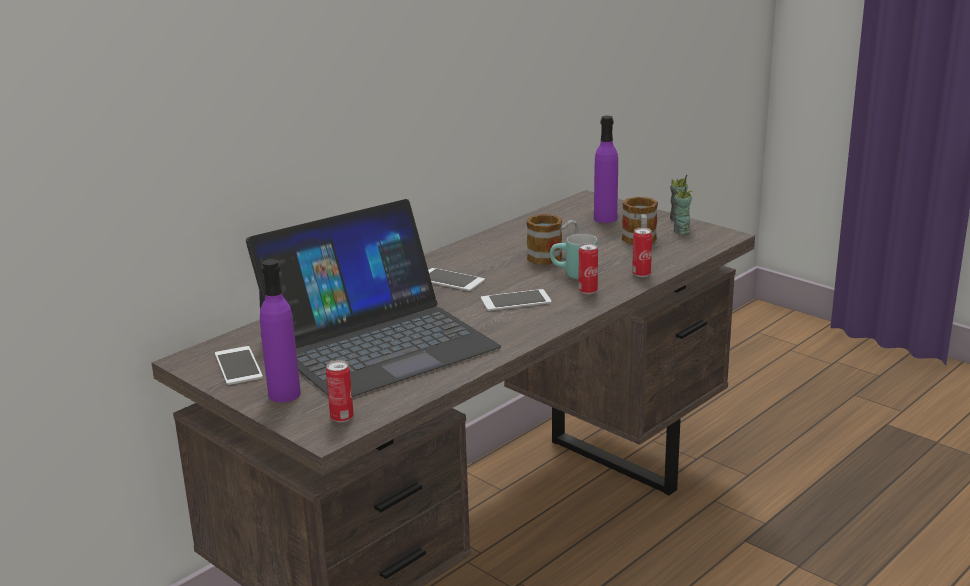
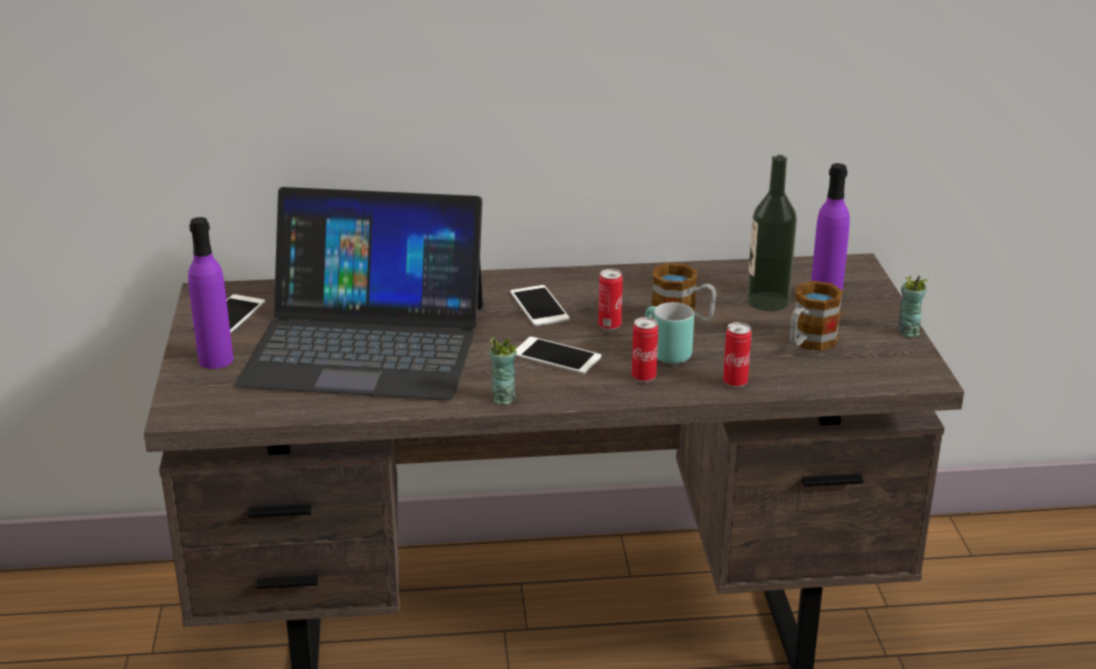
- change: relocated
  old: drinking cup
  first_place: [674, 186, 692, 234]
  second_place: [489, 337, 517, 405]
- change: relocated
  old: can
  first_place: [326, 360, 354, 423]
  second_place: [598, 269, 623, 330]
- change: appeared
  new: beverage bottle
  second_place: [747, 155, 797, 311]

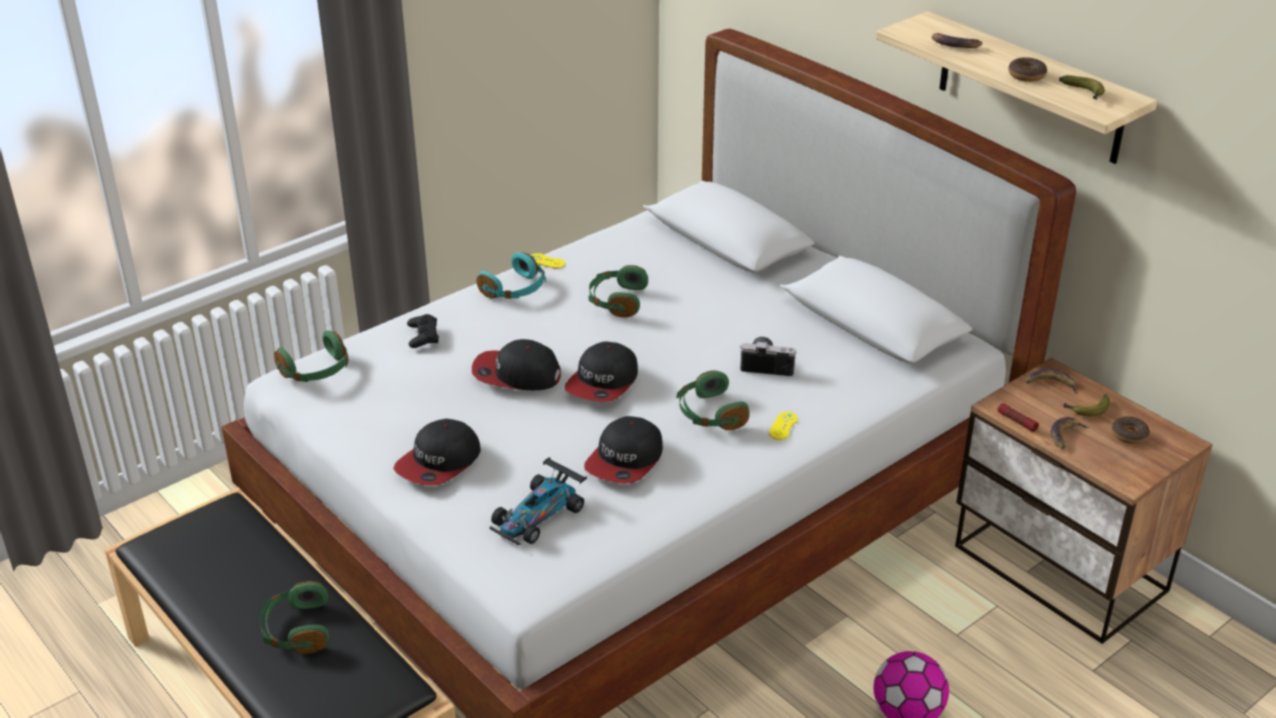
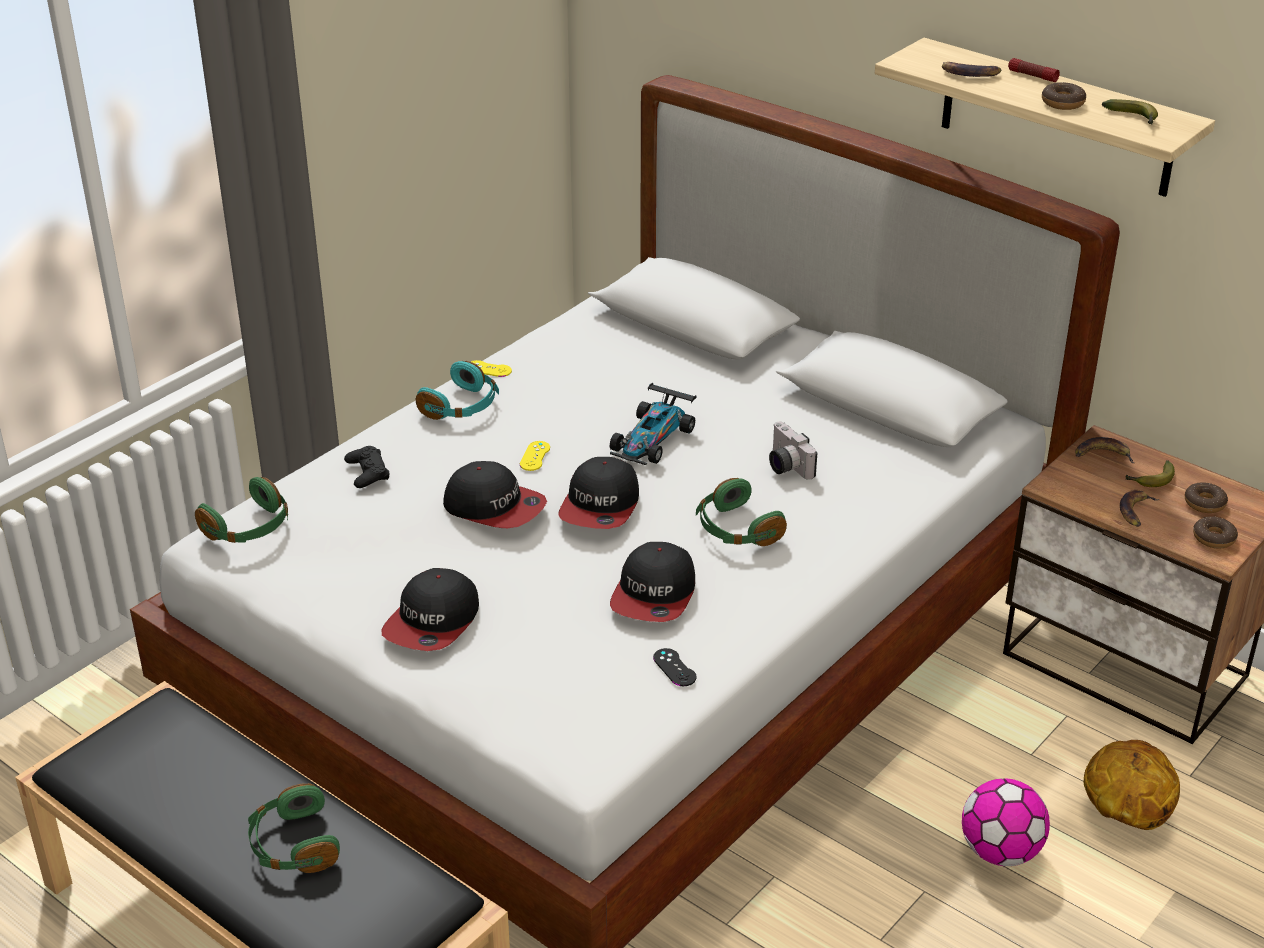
- change: missing
  old: greenish pair of headphones
  first_place: [588, 265, 648, 318]
- change: spun
  old: still camera
  first_place: [740, 337, 797, 376]
  second_place: [769, 422, 817, 480]
  degrees: -120
- change: spun
  old: baseball cap
  first_place: [472, 339, 561, 390]
  second_place: [443, 461, 547, 528]
  degrees: -150
- change: relocated
  old: torch
  first_place: [998, 403, 1039, 432]
  second_place: [1008, 58, 1060, 82]
- change: relocated
  old: yellowish gamepad
  first_place: [769, 412, 798, 440]
  second_place: [520, 441, 550, 471]
- change: relocated
  old: model car
  first_place: [489, 457, 587, 545]
  second_place: [610, 383, 697, 465]
- change: appeared
  new: ring doughnut
  second_place: [1193, 516, 1238, 548]
- change: appeared
  new: black gamepad
  second_place: [653, 648, 697, 686]
- change: appeared
  new: ball for basketball
  second_place: [1084, 740, 1180, 830]

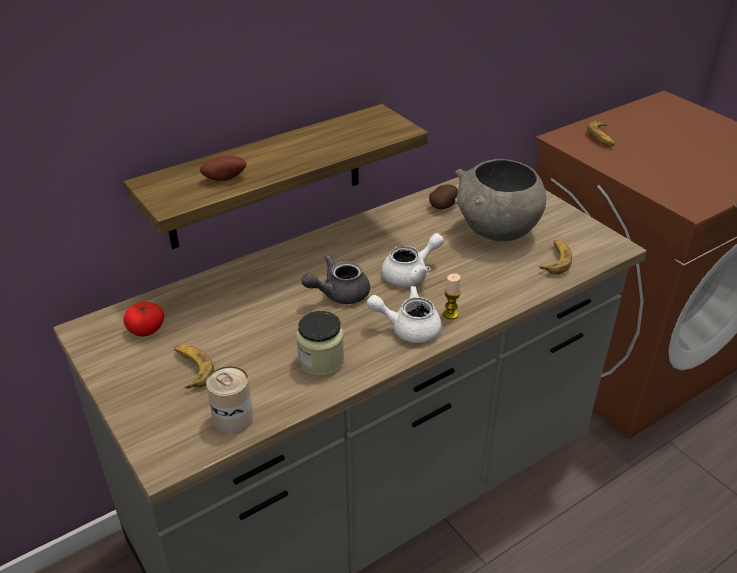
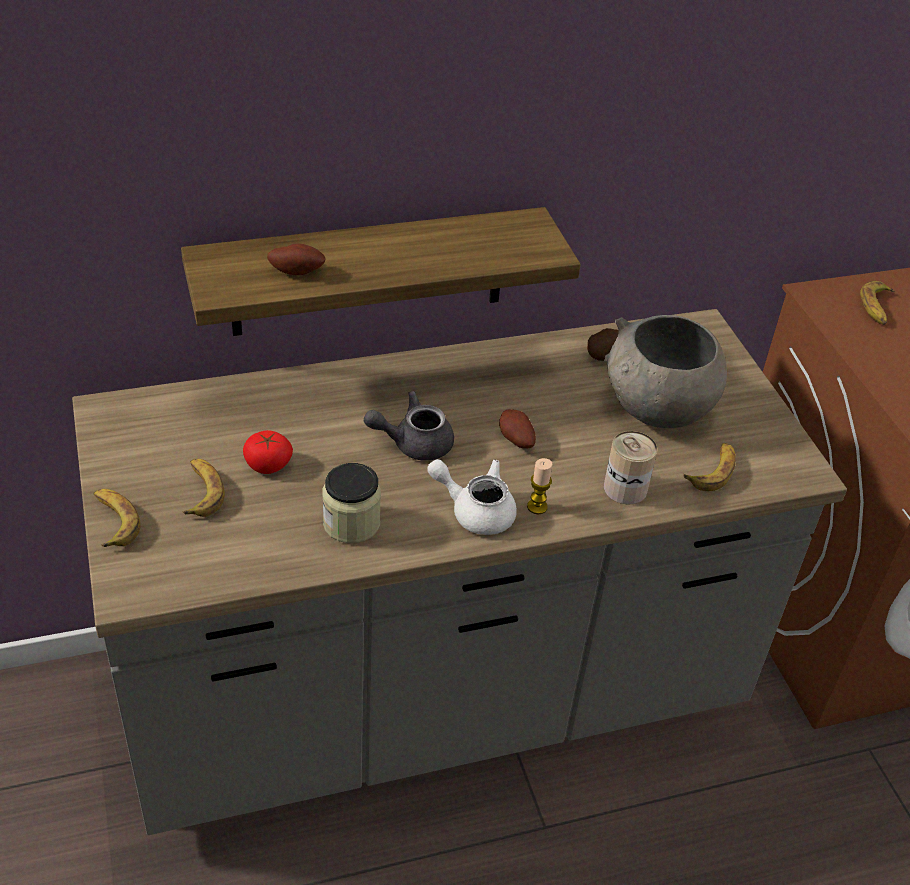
- change: exchanged
  old: white pot for tea
  new: potato
  first_place: [382, 233, 444, 287]
  second_place: [499, 409, 536, 449]
- change: relocated
  old: fresh tomato
  first_place: [123, 302, 164, 337]
  second_place: [243, 430, 293, 474]
- change: relocated
  old: can
  first_place: [206, 366, 253, 434]
  second_place: [604, 431, 657, 504]
- change: appeared
  new: whole banana
  second_place: [93, 489, 141, 547]

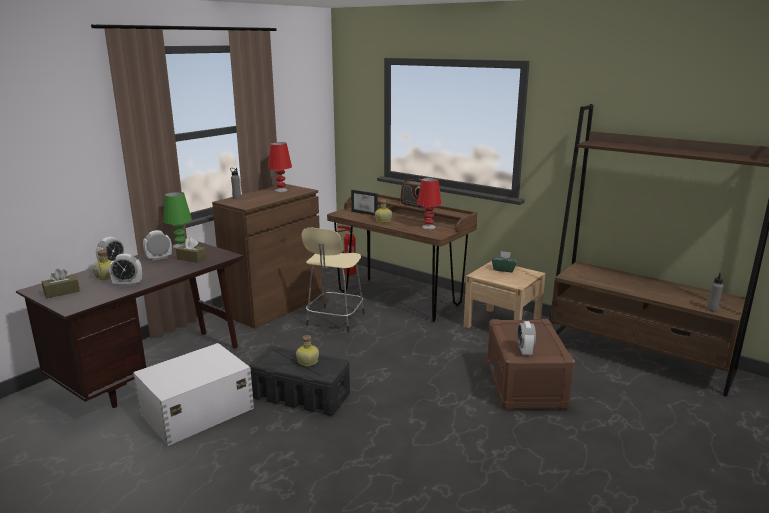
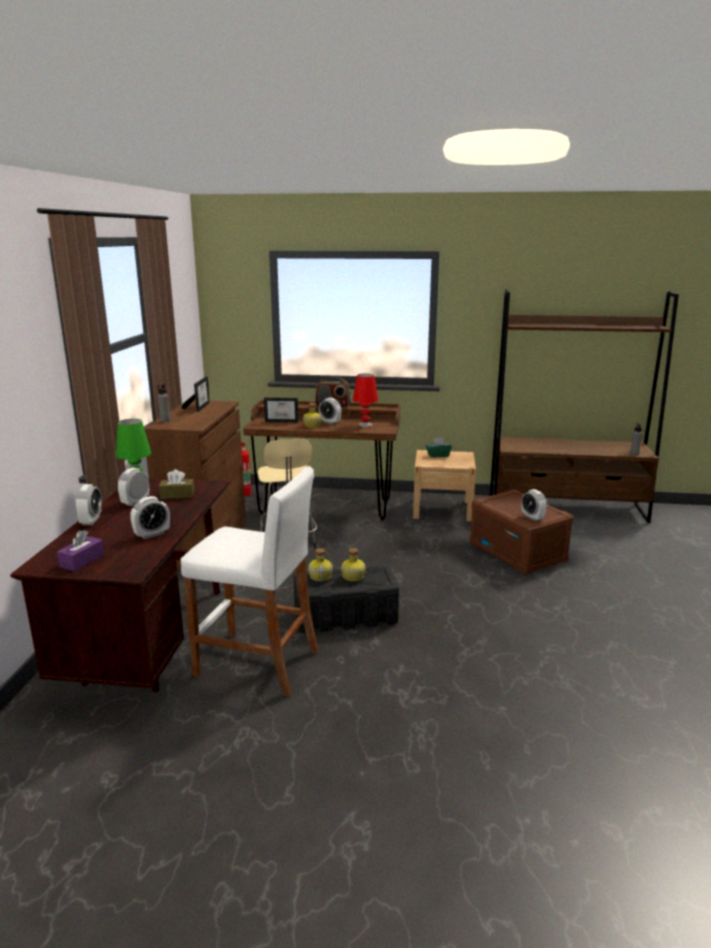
- change: exchanged
  old: red tabletop lamp
  new: standing frame
  first_place: [268, 142, 292, 192]
  second_place: [181, 376, 210, 412]
- change: relocated
  old: beverage bottle
  first_place: [92, 250, 112, 280]
  second_place: [308, 548, 333, 581]
- change: colour
  old: brownish tissue box
  new: purple tissue box
  first_place: [42, 269, 80, 298]
  second_place: [57, 530, 105, 571]
- change: exchanged
  old: white storage bin
  new: white stool
  first_place: [133, 343, 254, 446]
  second_place: [181, 467, 319, 697]
- change: appeared
  new: alarm clock
  second_place: [319, 398, 341, 424]

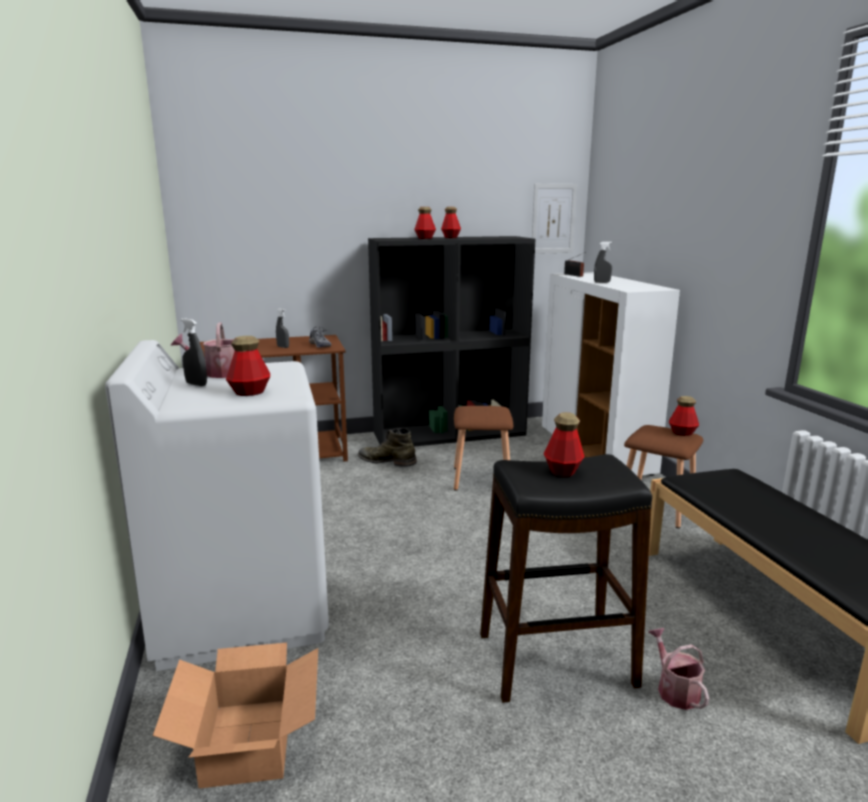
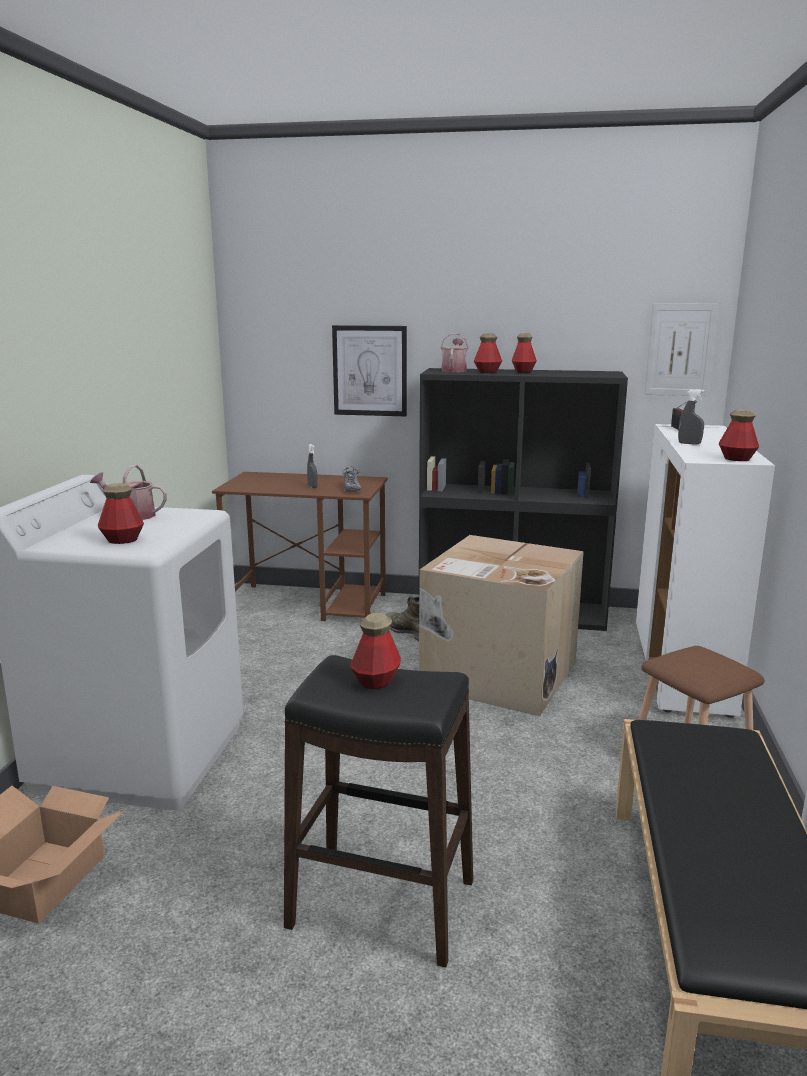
- change: missing
  old: greyish sprayer
  first_place: [181, 318, 207, 386]
- change: relocated
  old: beverage bottle
  first_place: [669, 396, 699, 436]
  second_place: [718, 410, 759, 461]
- change: exchanged
  old: brownish stool
  new: packing box
  first_place: [454, 406, 513, 491]
  second_place: [419, 535, 584, 716]
- change: relocated
  old: watering can
  first_place: [648, 628, 709, 710]
  second_place: [441, 333, 468, 372]
- change: appeared
  new: wall picture
  second_place: [332, 325, 407, 416]

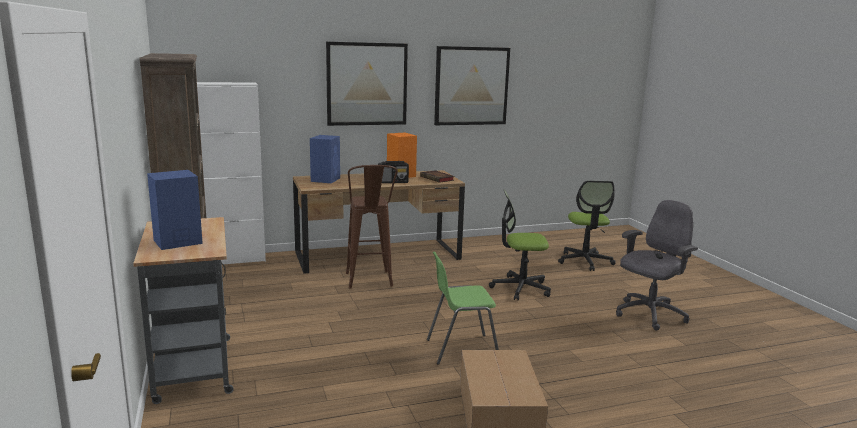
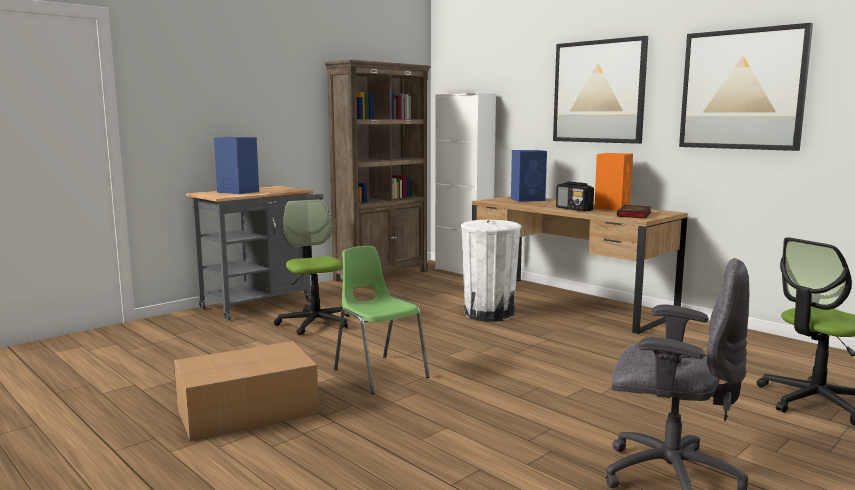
- change: exchanged
  old: brownish stool
  new: white trash can
  first_place: [346, 165, 398, 289]
  second_place: [460, 220, 521, 322]
- change: relocated
  old: computer chair
  first_place: [489, 189, 551, 300]
  second_place: [274, 200, 350, 335]

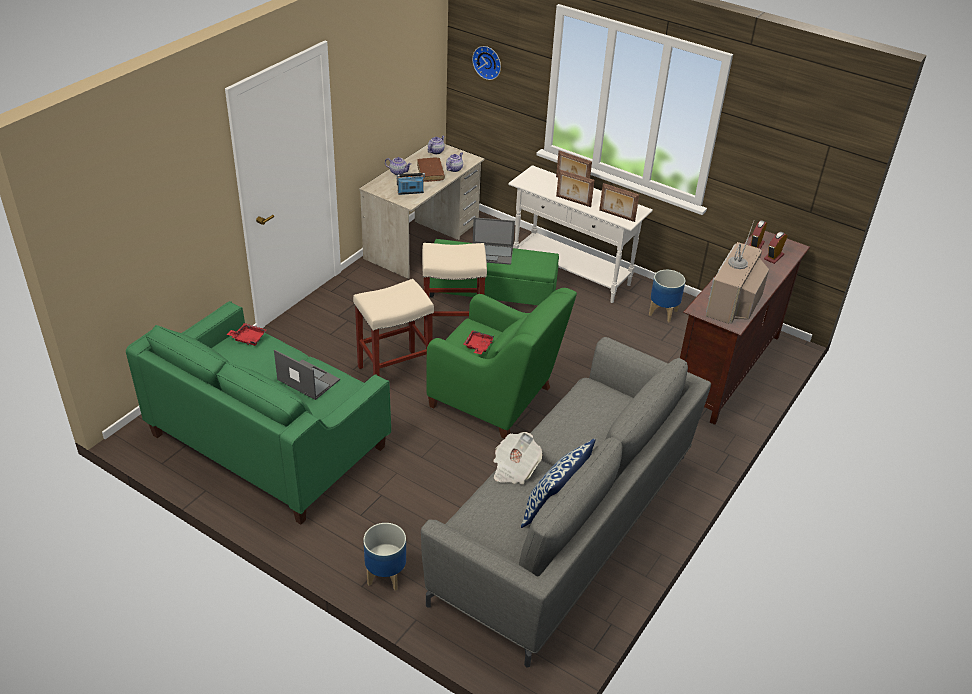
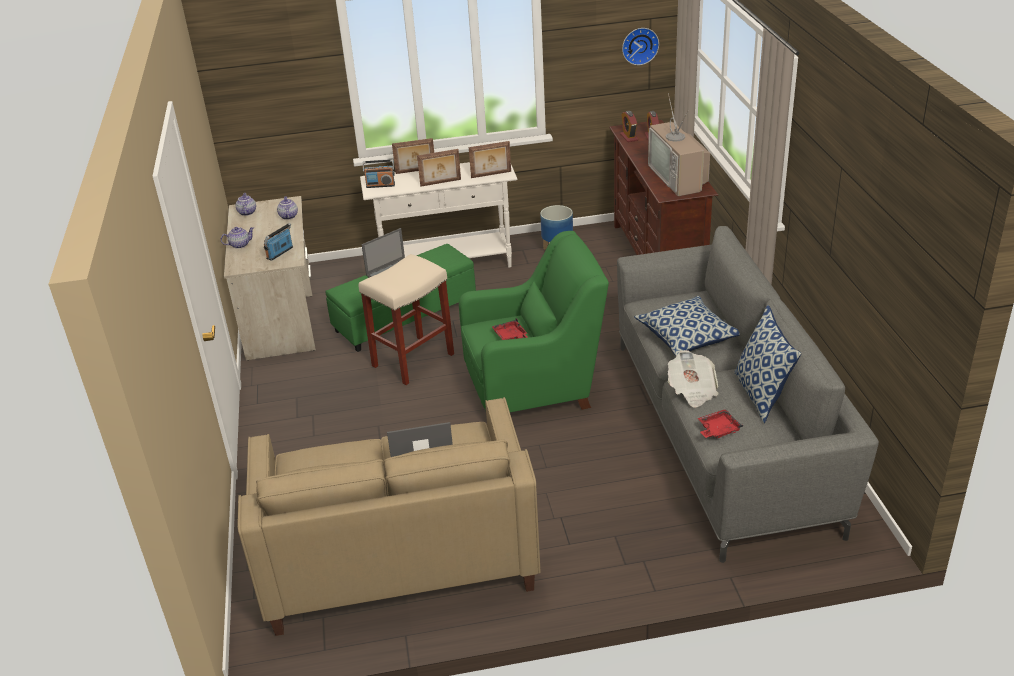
- change: relocated
  old: hanging clock
  first_place: [472, 46, 501, 80]
  second_place: [622, 28, 659, 65]
- change: missing
  old: brownish book
  first_place: [417, 158, 445, 182]
- change: missing
  old: beige-coloured stool
  first_place: [353, 279, 434, 377]
- change: colour
  old: greenish couch
  new: beige-coloured couch
  first_place: [126, 301, 391, 525]
  second_place: [237, 397, 541, 636]
- change: relocated
  old: red serving tray
  first_place: [227, 323, 267, 346]
  second_place: [697, 409, 743, 438]
- change: missing
  old: planter
  first_place: [363, 523, 406, 591]
- change: appeared
  new: radio set
  second_place: [363, 160, 395, 188]
- change: appeared
  new: pillow
  second_place: [634, 296, 740, 356]

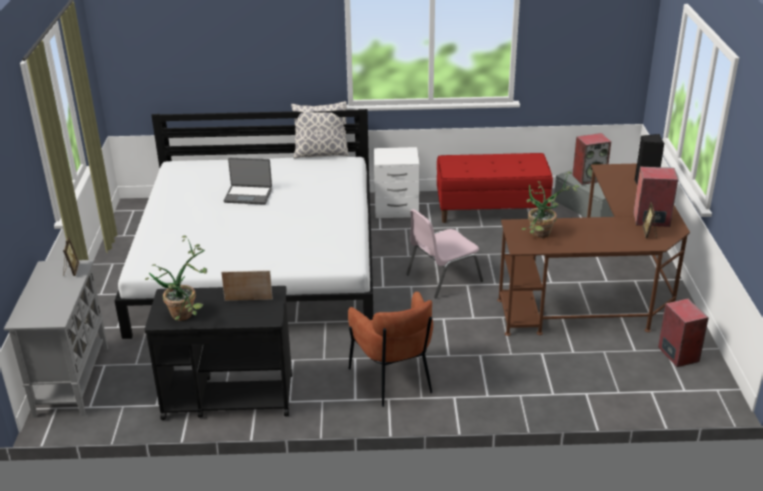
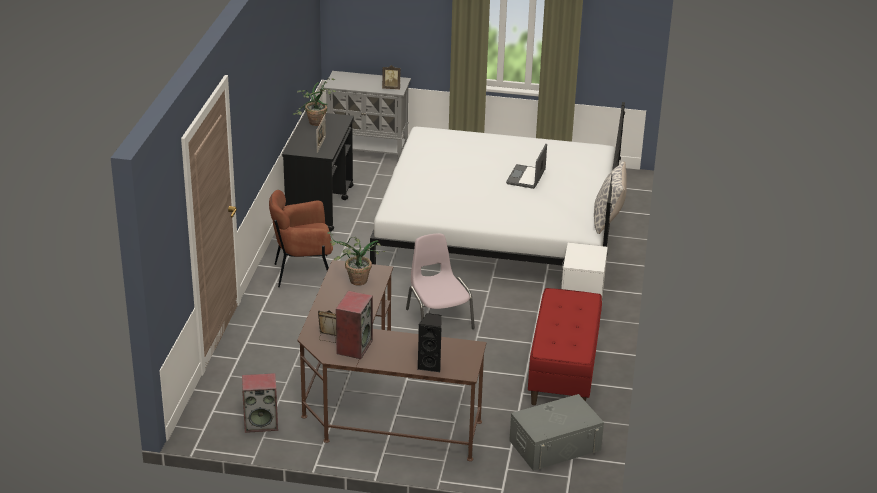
- change: missing
  old: audio speaker
  first_place: [572, 133, 611, 185]

